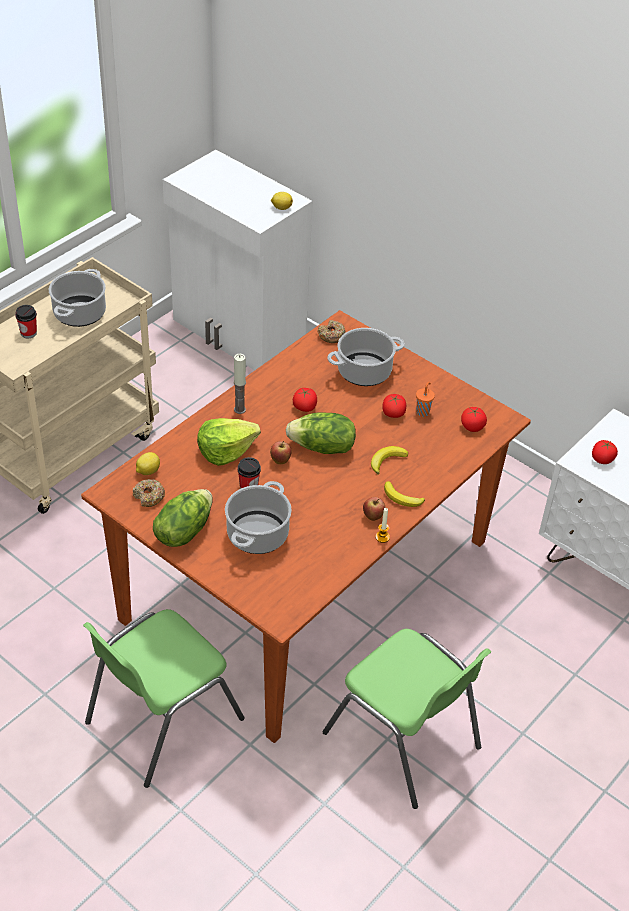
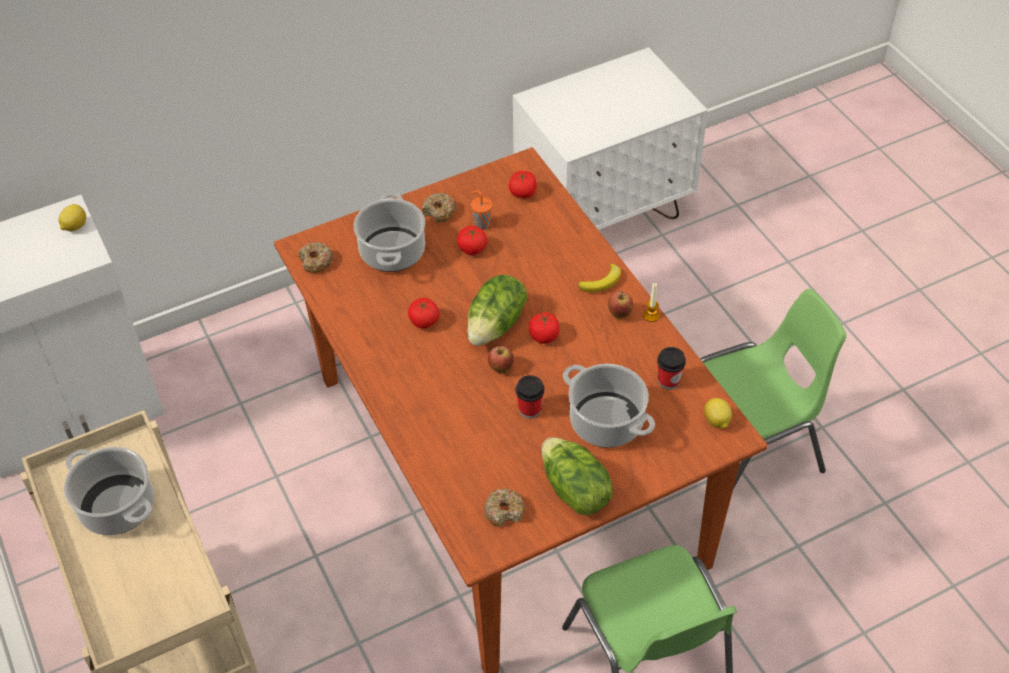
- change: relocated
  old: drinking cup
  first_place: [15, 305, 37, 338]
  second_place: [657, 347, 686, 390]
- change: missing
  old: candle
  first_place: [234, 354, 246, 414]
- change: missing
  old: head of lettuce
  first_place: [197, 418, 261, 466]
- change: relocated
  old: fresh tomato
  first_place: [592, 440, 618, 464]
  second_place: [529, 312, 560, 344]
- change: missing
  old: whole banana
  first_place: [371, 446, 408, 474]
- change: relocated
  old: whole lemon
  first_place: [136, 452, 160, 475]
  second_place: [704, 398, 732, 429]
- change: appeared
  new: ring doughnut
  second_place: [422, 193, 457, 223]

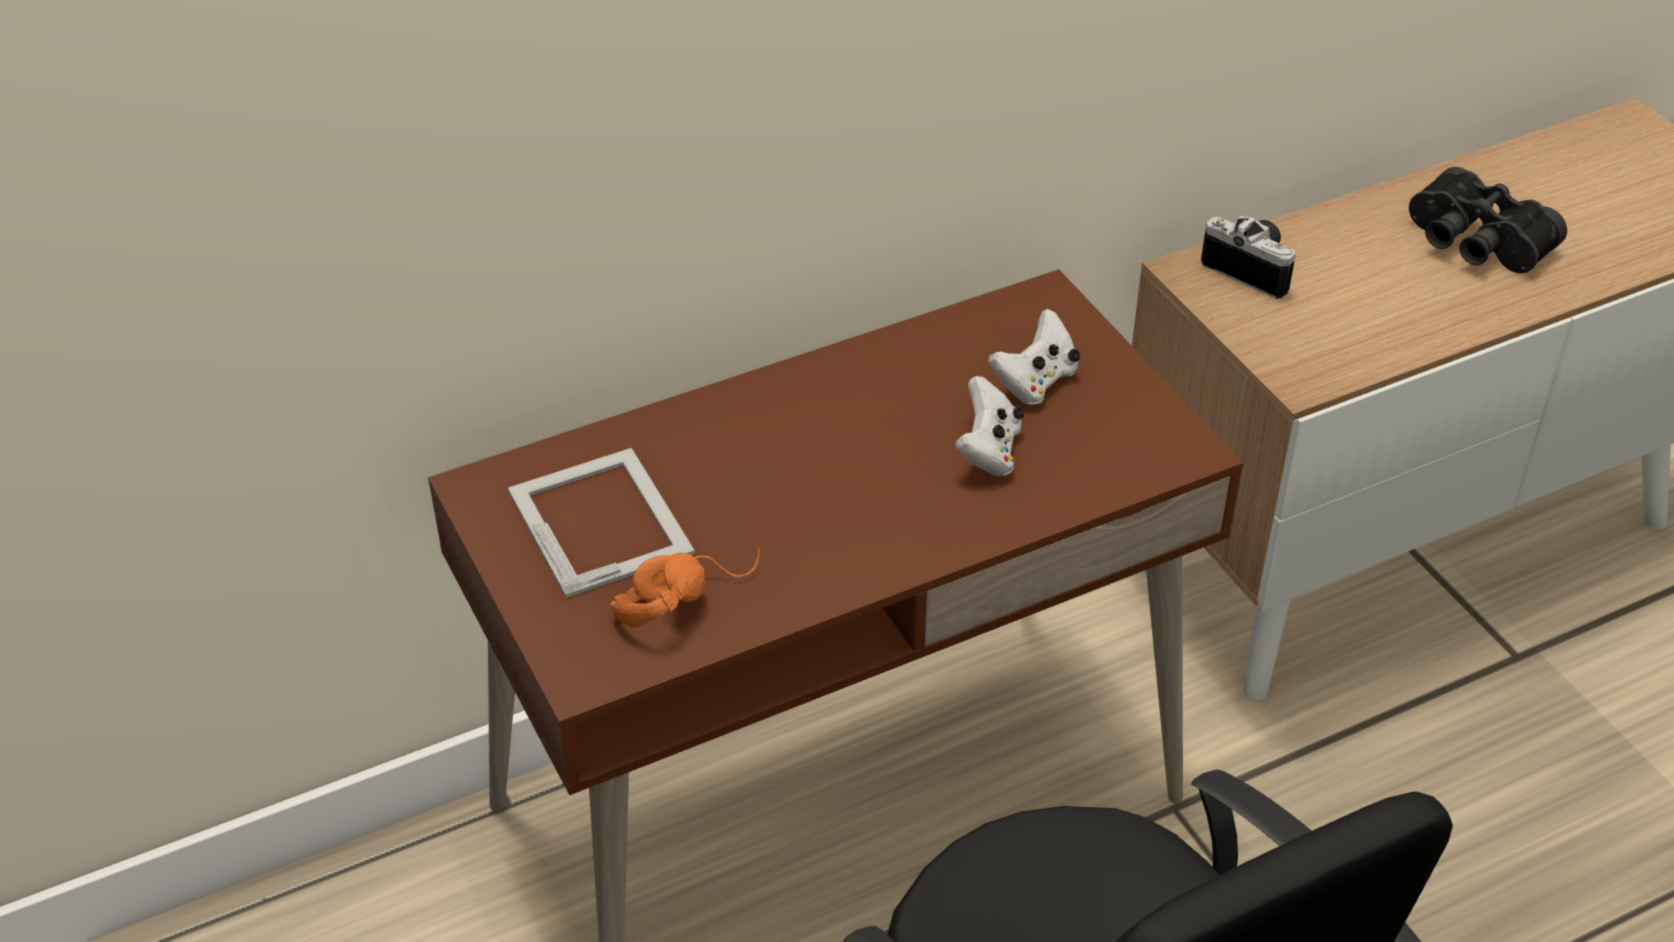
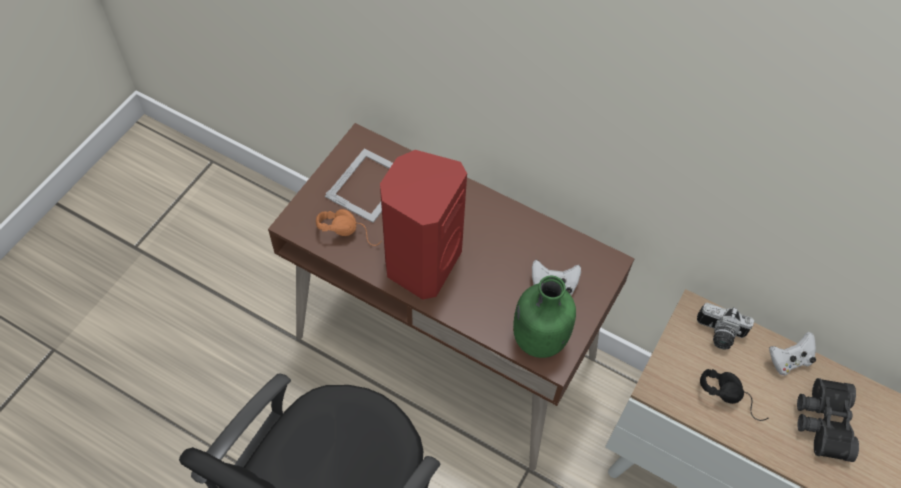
- change: spun
  old: still camera
  first_place: [1201, 215, 1296, 299]
  second_place: [697, 303, 754, 349]
  degrees: 105
- change: relocated
  old: white gamepad
  first_place: [955, 376, 1024, 477]
  second_place: [769, 332, 816, 376]
- change: appeared
  new: red audio speaker
  second_place: [380, 150, 467, 300]
- change: appeared
  new: greenish beverage bottle
  second_place: [513, 276, 576, 358]
- change: appeared
  new: black pair of headphones
  second_place: [700, 369, 768, 421]

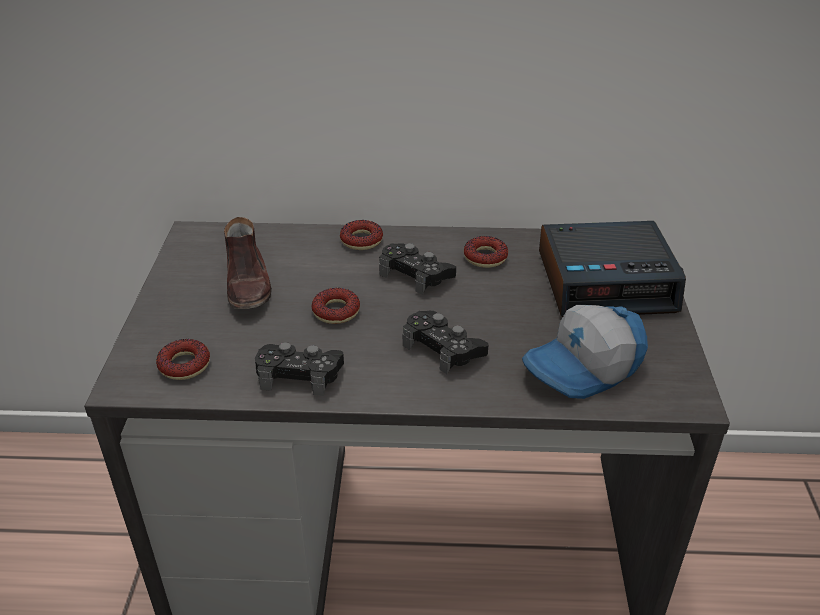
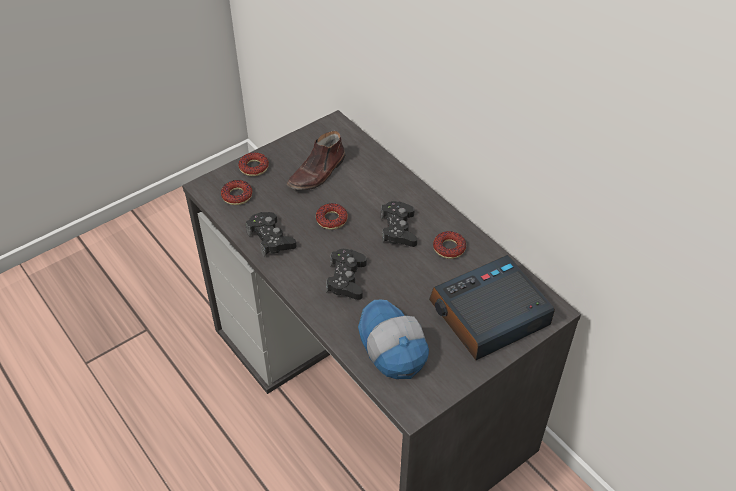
- change: relocated
  old: ring doughnut
  first_place: [340, 220, 383, 250]
  second_place: [238, 152, 269, 176]
- change: spun
  old: alarm clock
  first_place: [539, 221, 686, 317]
  second_place: [429, 255, 555, 360]
  degrees: 105
- change: spun
  old: baseball cap
  first_place: [522, 305, 648, 399]
  second_place: [358, 300, 429, 379]
  degrees: 45

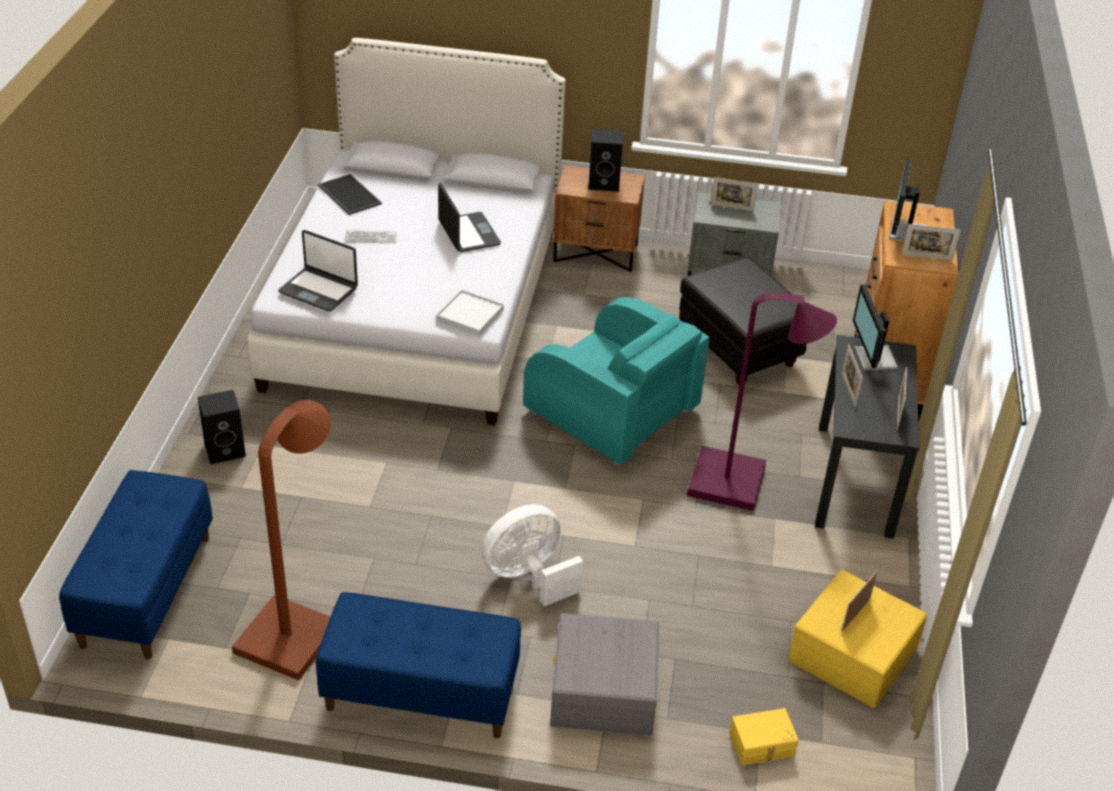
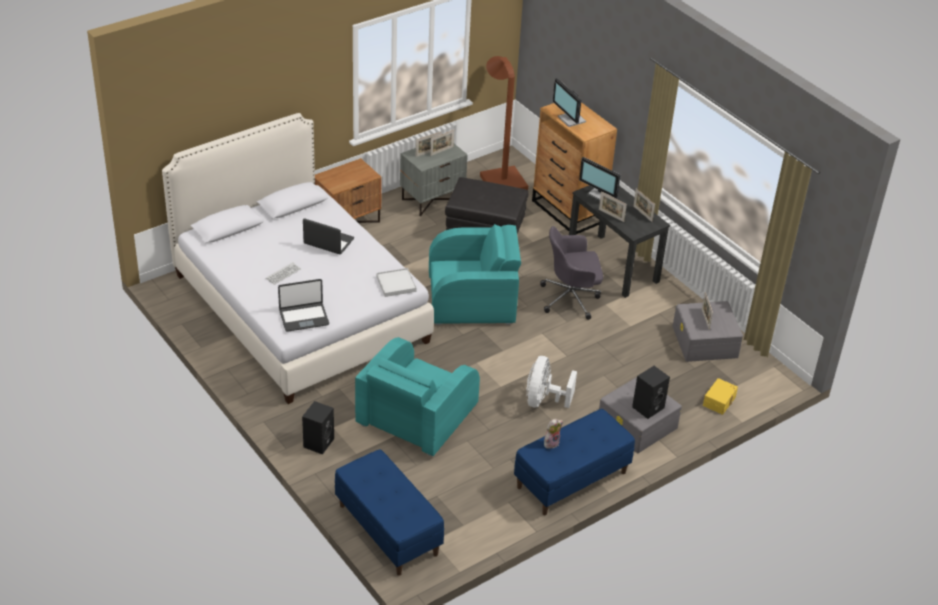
- change: relocated
  old: black audio speaker
  first_place: [588, 128, 623, 192]
  second_place: [632, 366, 670, 419]
- change: missing
  old: serving tray
  first_place: [318, 174, 382, 215]
- change: relocated
  old: standing frame
  first_place: [901, 224, 961, 260]
  second_place: [430, 130, 454, 156]
- change: exchanged
  old: purple standing lamp
  new: greyish computer chair
  first_place: [687, 292, 837, 511]
  second_place: [540, 226, 603, 320]
- change: relocated
  old: brownish standing lamp
  first_place: [232, 400, 331, 680]
  second_place: [480, 56, 528, 190]
- change: colour
  old: yellowish storage bin
  new: greyish storage bin
  first_place: [788, 570, 928, 708]
  second_place: [672, 301, 743, 362]
- change: appeared
  new: turquoise armchair
  second_place: [355, 337, 480, 456]
- change: appeared
  new: soft toy
  second_place: [544, 419, 563, 449]

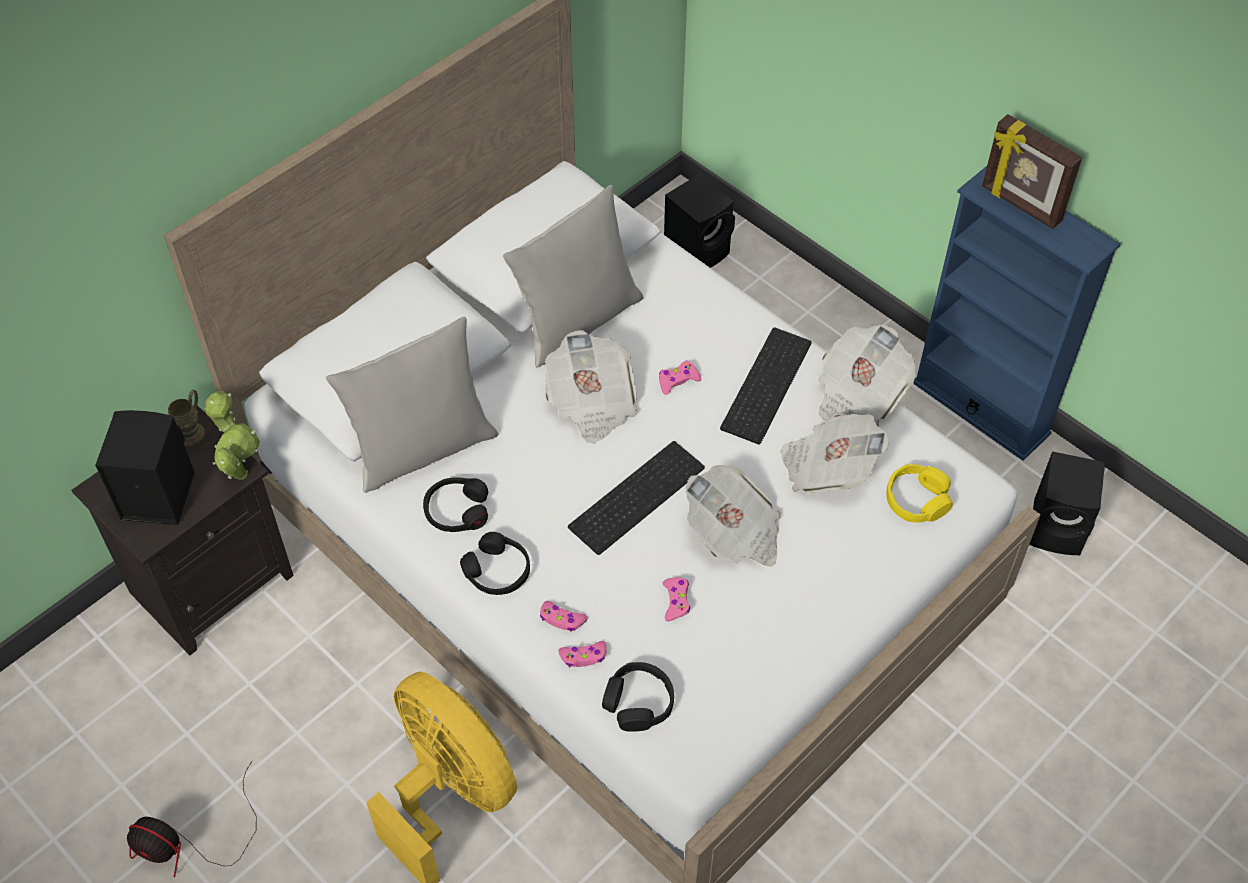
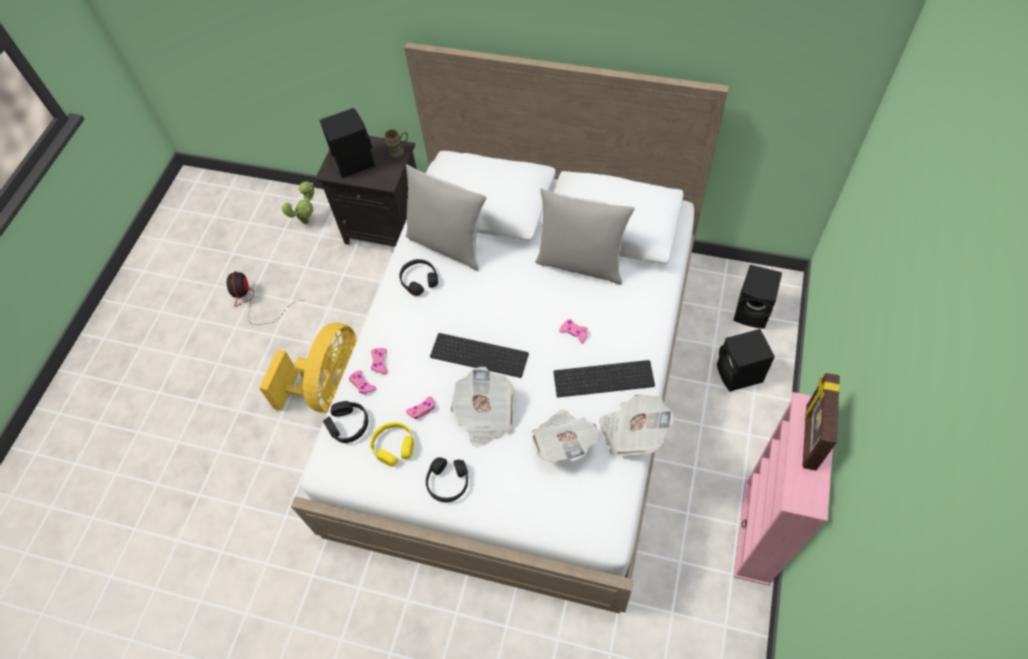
- change: colour
  old: blue shelving unit
  new: pink-coloured shelving unit
  first_place: [913, 166, 1121, 461]
  second_place: [734, 392, 833, 586]
- change: missing
  old: newspaper
  first_place: [545, 330, 637, 444]
- change: relocated
  old: potted plant
  first_place: [204, 390, 260, 480]
  second_place: [281, 182, 315, 225]
- change: relocated
  old: black audio speaker
  first_place: [1029, 451, 1105, 555]
  second_place: [717, 329, 775, 392]
- change: relocated
  old: yellowish pair of headphones
  first_place: [886, 464, 953, 522]
  second_place: [370, 422, 414, 467]
- change: relocated
  old: black pair of headphones
  first_place: [460, 532, 530, 595]
  second_place: [426, 457, 468, 502]

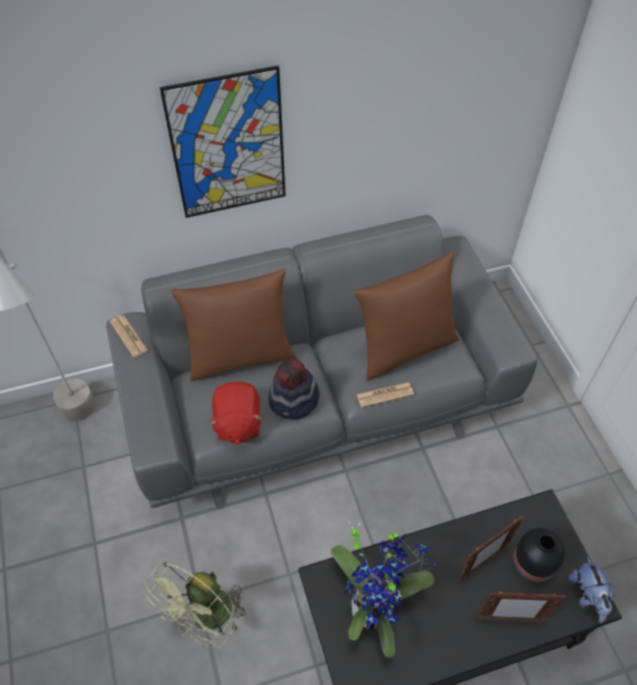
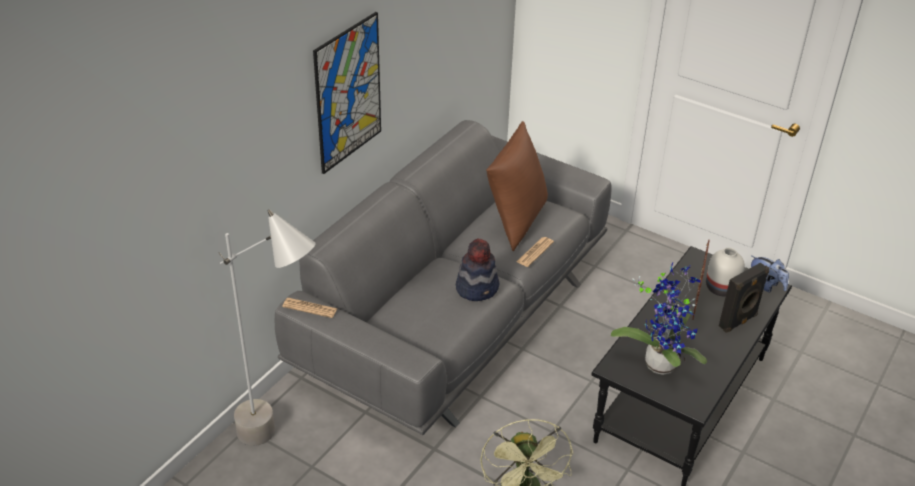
- change: missing
  old: brownish pillow
  first_place: [171, 269, 297, 381]
- change: missing
  old: red soft toy
  first_place: [209, 382, 263, 445]
- change: colour
  old: black decorative vase
  new: white decorative vase
  first_place: [513, 528, 565, 583]
  second_place: [706, 248, 745, 297]
- change: exchanged
  old: standing frame
  new: black audio speaker
  first_place: [477, 591, 566, 623]
  second_place: [719, 262, 769, 333]

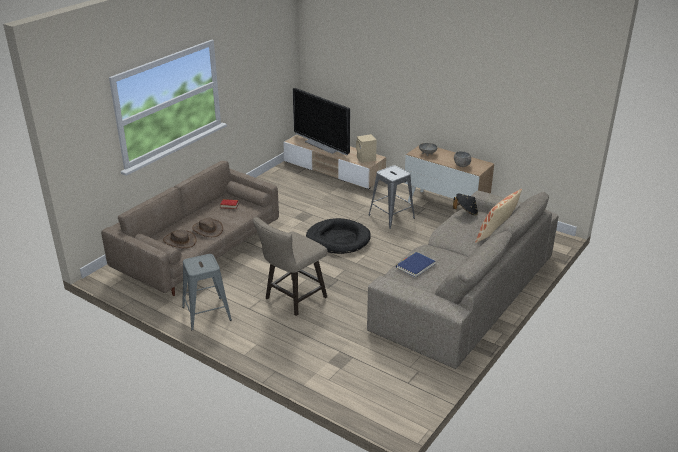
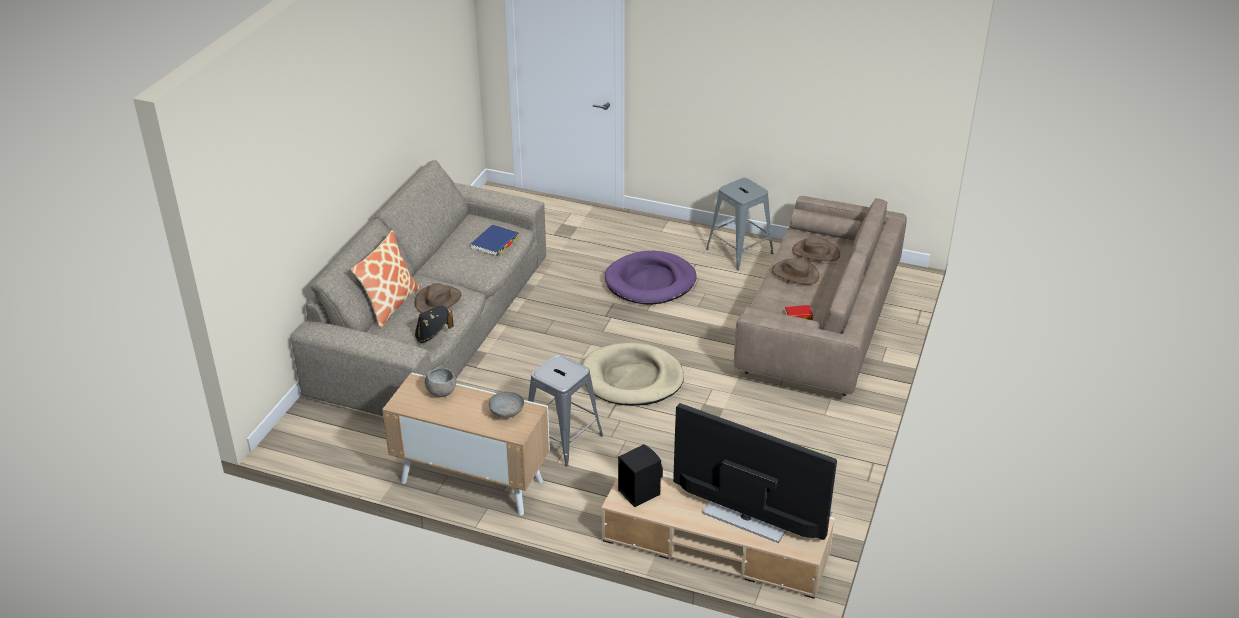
- change: colour
  old: beige-coloured audio speaker
  new: black audio speaker
  first_place: [356, 134, 377, 163]
  second_place: [618, 444, 663, 507]
- change: exchanged
  old: beige-coloured stool
  new: purple dog bed
  first_place: [253, 217, 328, 316]
  second_place: [605, 251, 697, 305]
- change: colour
  old: black dog bed
  new: beige-coloured dog bed
  first_place: [306, 218, 371, 254]
  second_place: [582, 343, 684, 406]
- change: appeared
  new: brownish hat
  second_place: [415, 283, 462, 313]

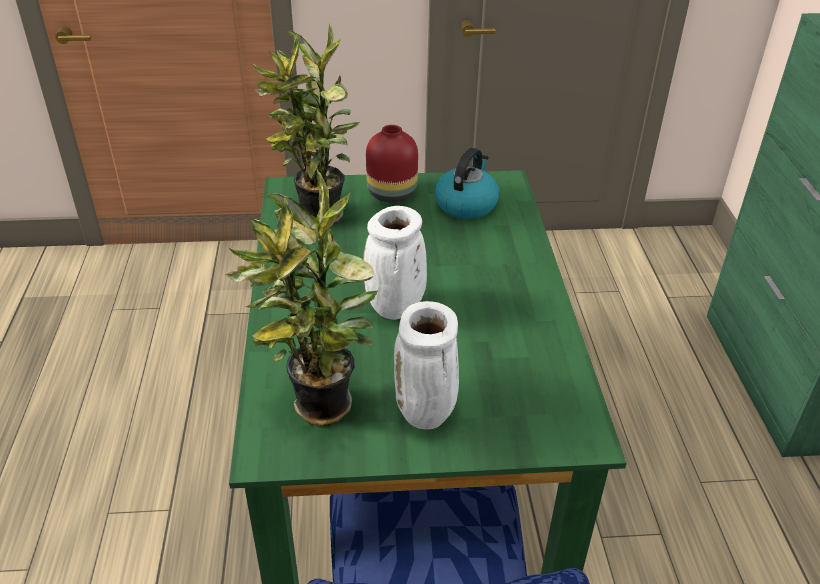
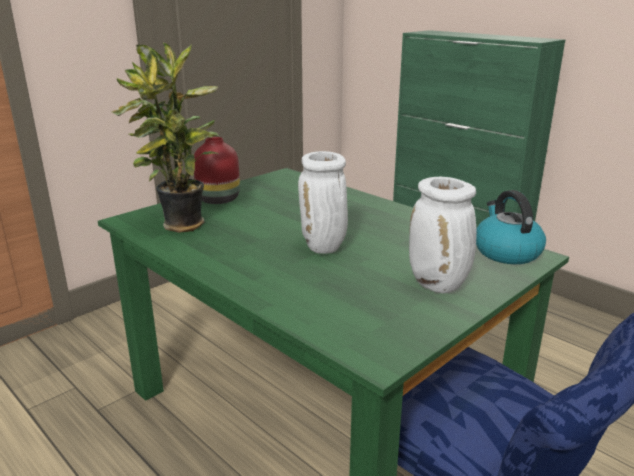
- change: relocated
  old: tea kettle
  first_place: [435, 148, 499, 219]
  second_place: [476, 190, 546, 264]
- change: missing
  old: potted plant
  first_place: [225, 170, 379, 426]

